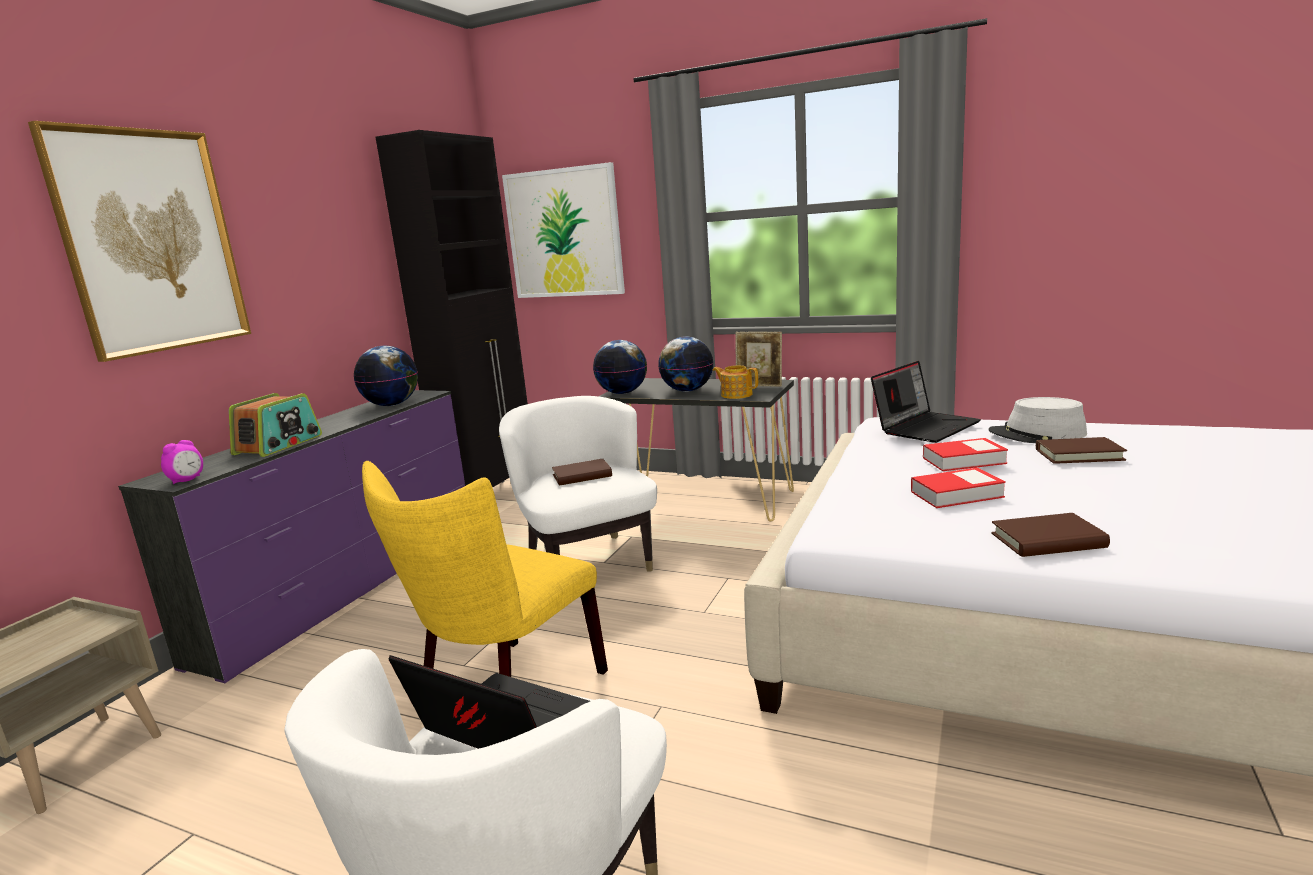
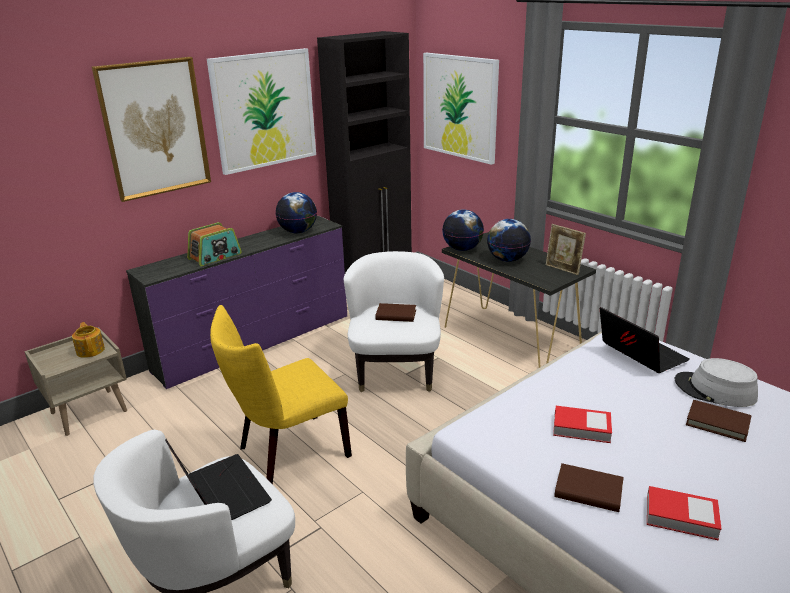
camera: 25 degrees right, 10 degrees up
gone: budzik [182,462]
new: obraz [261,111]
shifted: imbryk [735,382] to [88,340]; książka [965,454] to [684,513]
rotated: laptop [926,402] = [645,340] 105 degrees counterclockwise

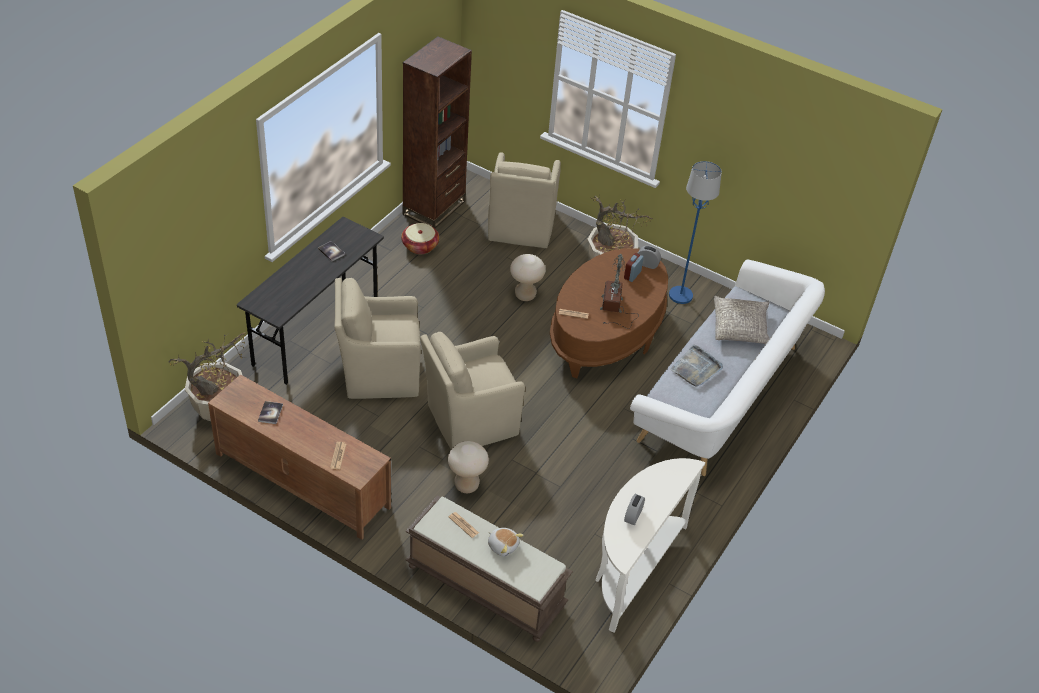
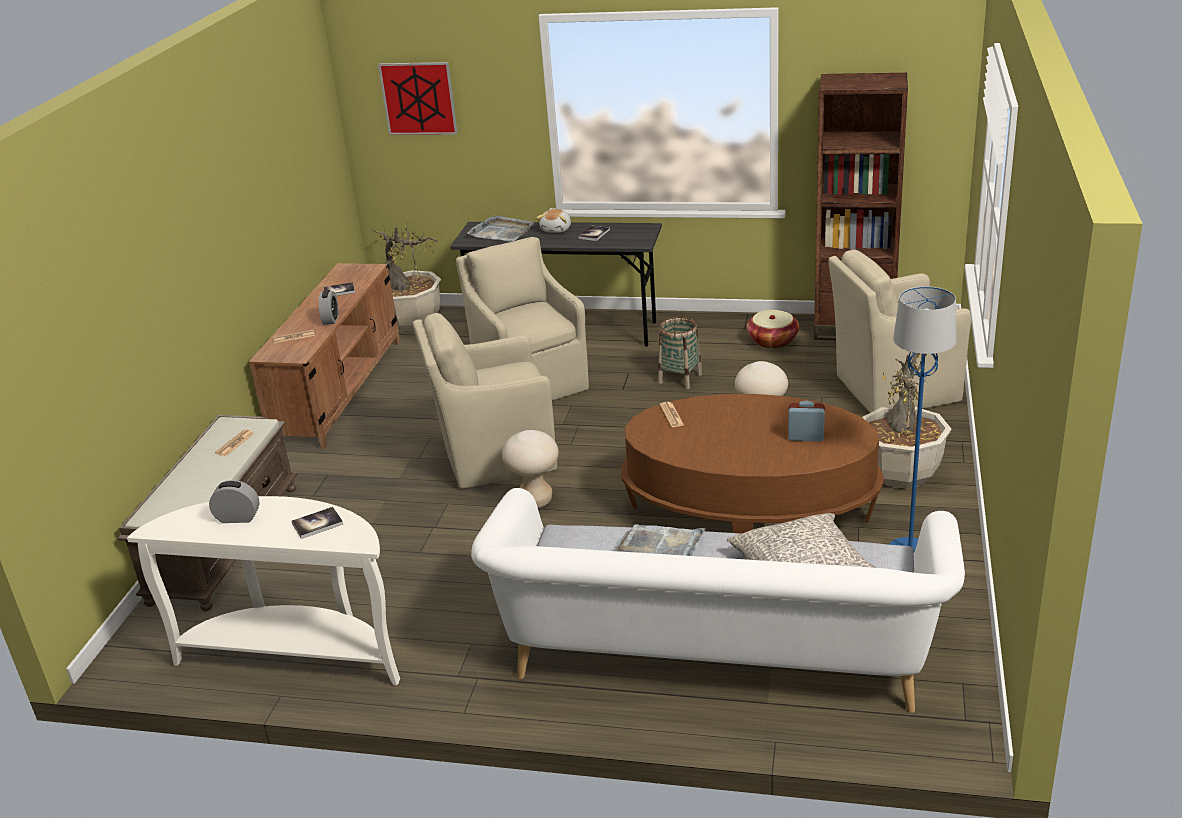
camera: 75 degrees right, 15 degrees down
gone: lampa stołowa [619,291]
new: książka [317,523]; obraz [418,98]; taca/szary [500,228]; koszyk [680,353]
shifted: budzik [649,257] to [329,307]; stołek/beżowy [468,467] to [530,469]; pluszak [506,542] to [553,221]
rotated: fotel/beżowy [472,390] = [485,401] 60 degrees counterclockwise

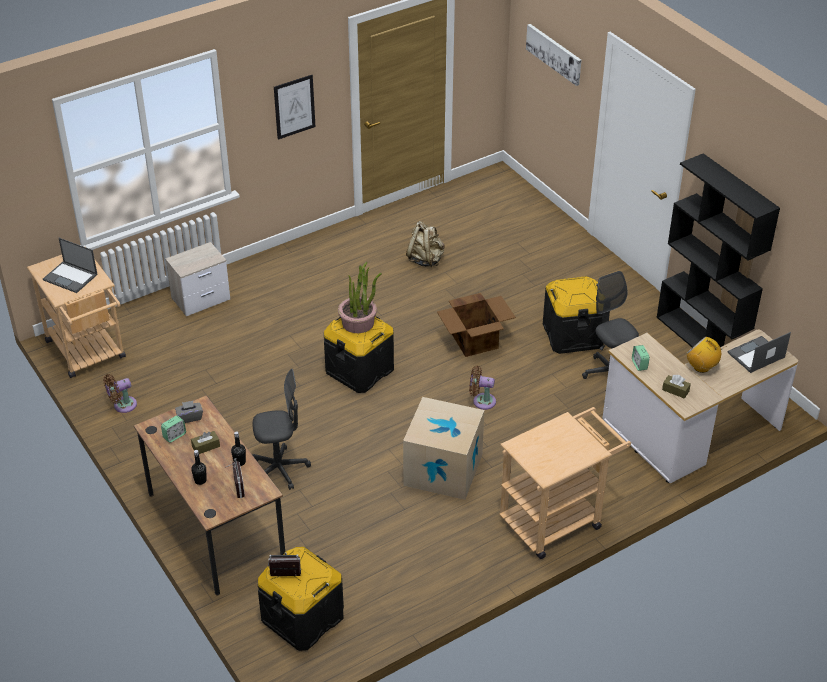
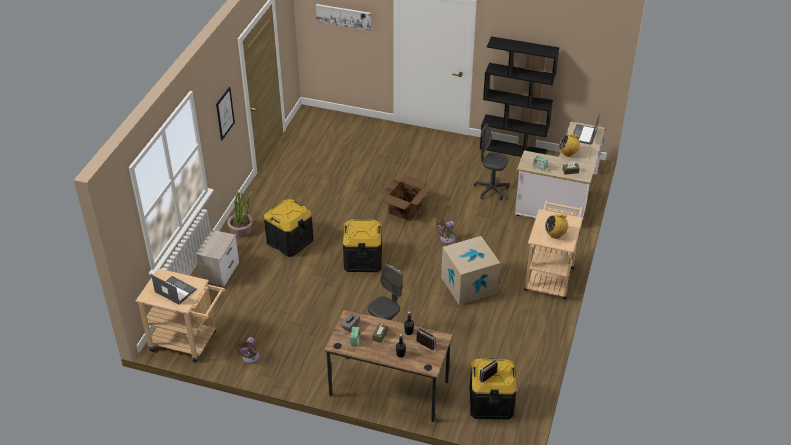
camera: 40 degrees left, 0 degrees up
gone: plecak/beżowy [425,244]
new: radio [556,226]
shifted: roślina doniczkowa [360,297] to [240,213]; pojemnik do przechowywania/czarny [573,315] to [288,228]
rotated: laptop [70,265] = [173,289] 135 degrees counterclockwise

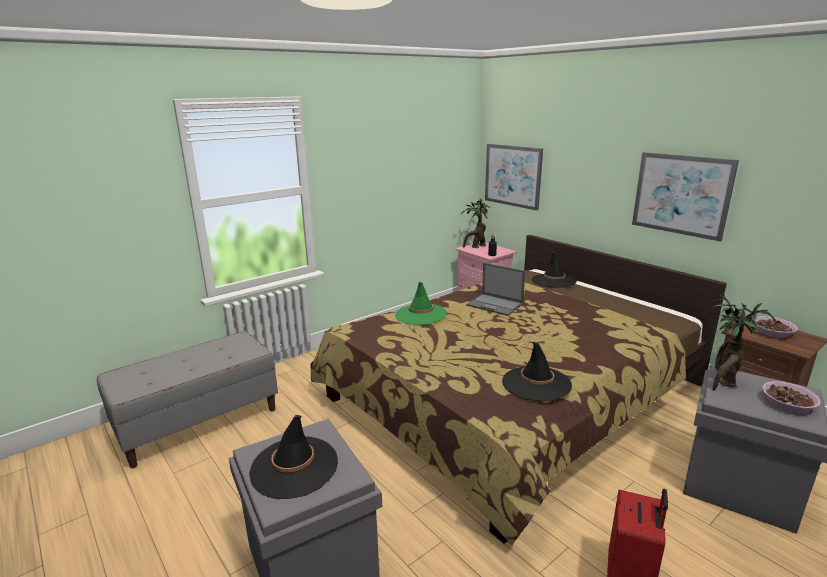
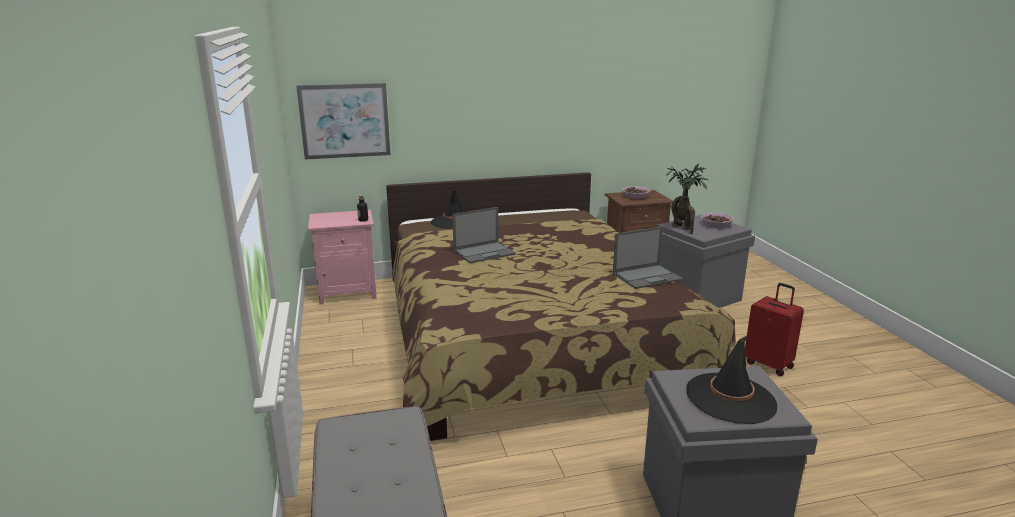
camera: 65 degrees left, 0 degrees up
gone: kapelusz/zielony [421,303]; roślina doniczkowa [475,223]; obraz [685,197]
swapped: kapelusz/czarny [537,371] to laptop [648,258]

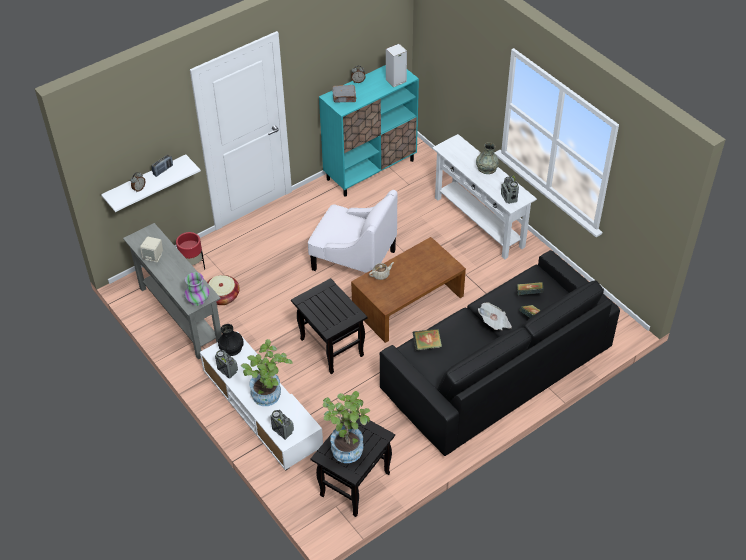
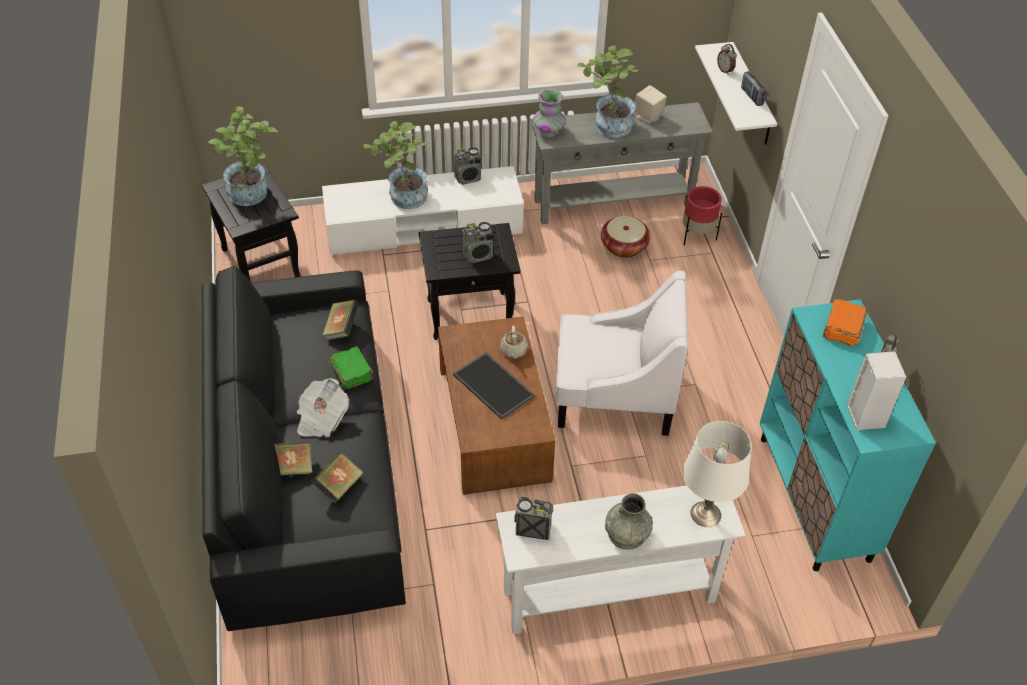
camera: 115 degrees right, 0 degrees up
gone: wazon/czarny [231,340]
new: książka/zielony [351,368]; taca [494,385]; roślina doniczkowa [608,91]; lampa stołowa/biały [717,474]
shifted: radio [282,425] to [478,242]
repainted: książka/szary [344,93] to książka/pomarańczowy [845,322]
rotated: fotel/biały [352,231] = [621,353] 135 degrees counterclockwise

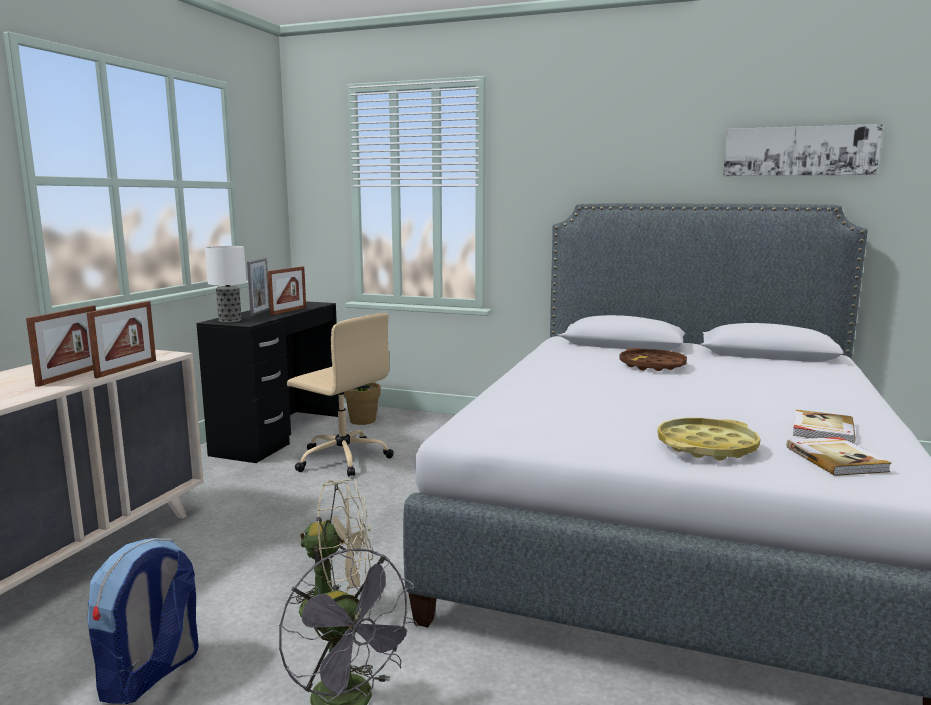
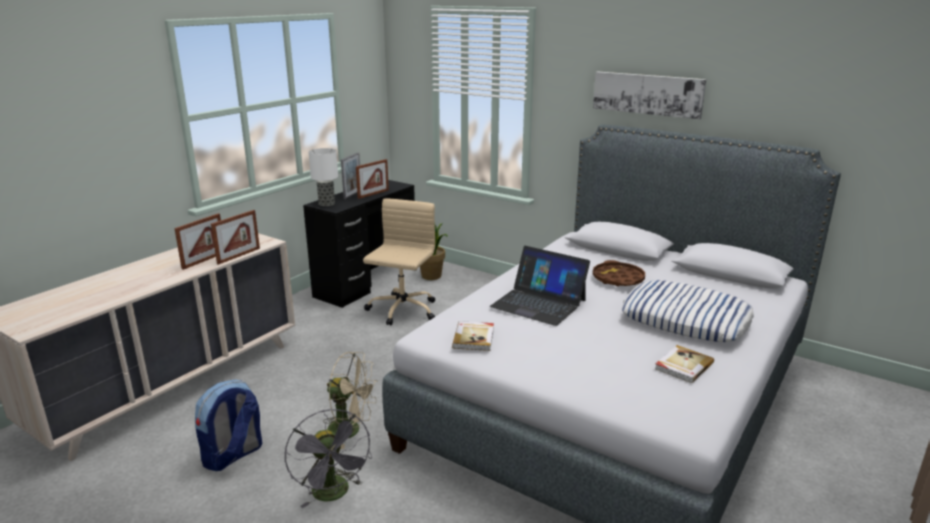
camera: 15 degrees right, 10 degrees up
gone: taca/żółty [709,439]
new: laptop [540,286]; poduszka [687,311]
shifted: książka [839,456] to [473,336]; obraz [803,150] to [650,95]
rotated: krzesło biurowe/beżowy [340,395] = [399,261] 120 degrees counterclockwise

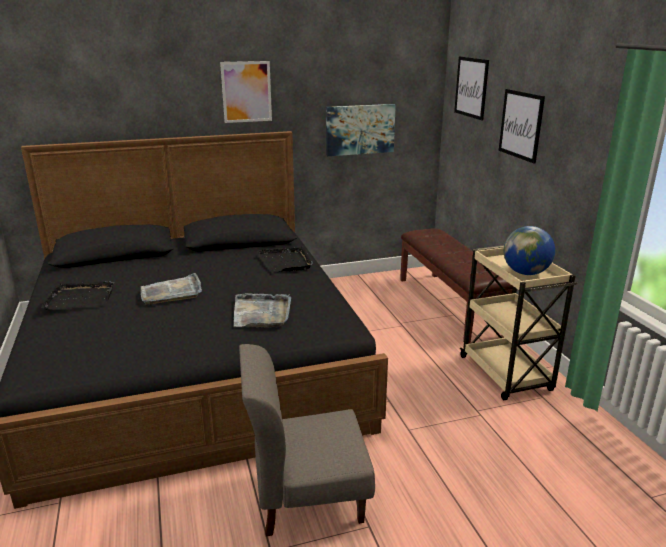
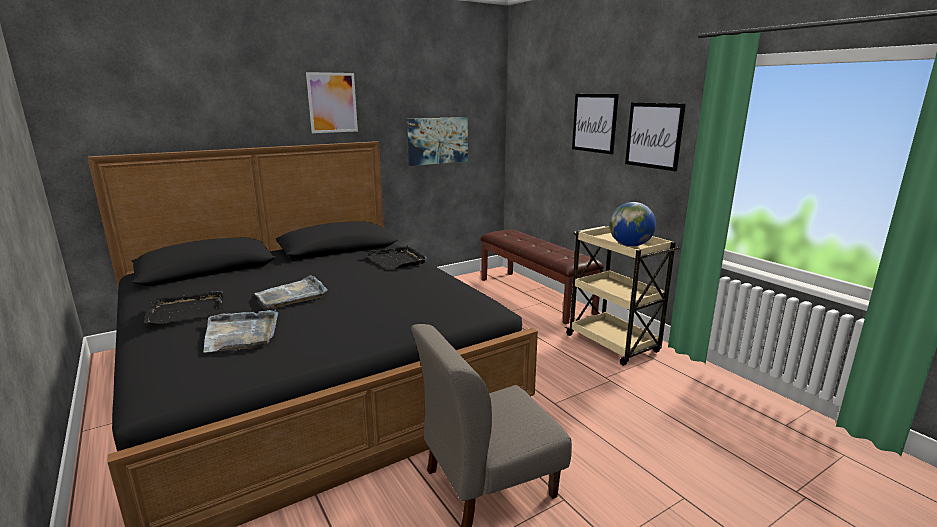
camera: 15 degrees left, 5 degrees down
shifted: taca/szary [262,310] to [240,331]; obraz [471,88] to [655,137]

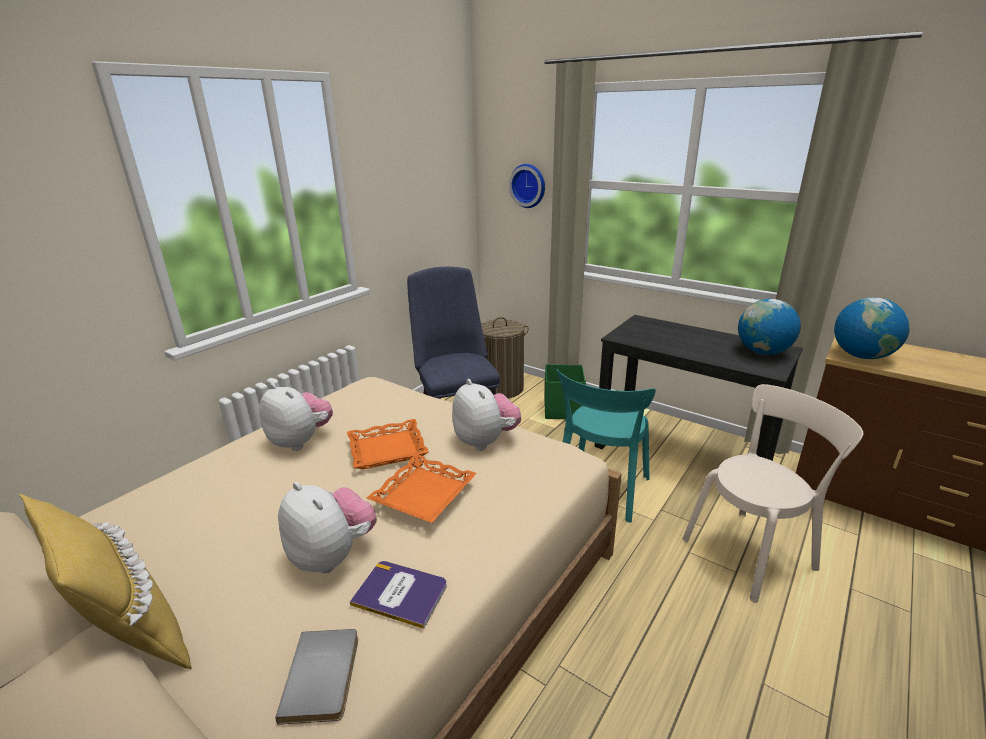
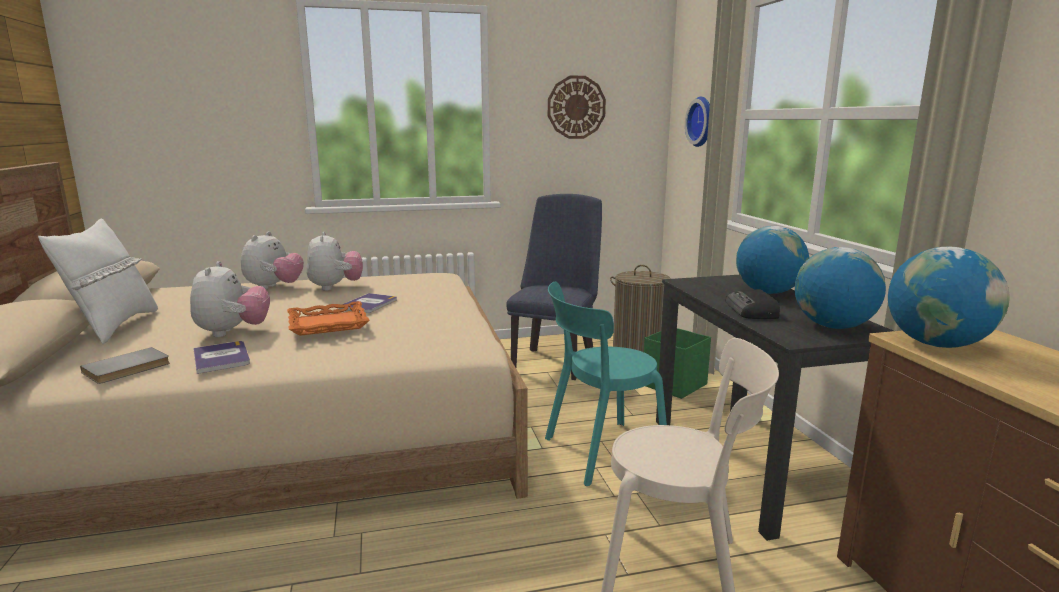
camera: 40 degrees right, 10 degrees down
new: zegar ścienny [577,107]; radio [752,304]; globus [772,260]
shifted: pluszak [486,414] to [272,260]
swapped: taca/pomarańczowy [388,444] to książka [367,303]
repainted: poduszka/żółty [105,581] to poduszka/biały [98,281]

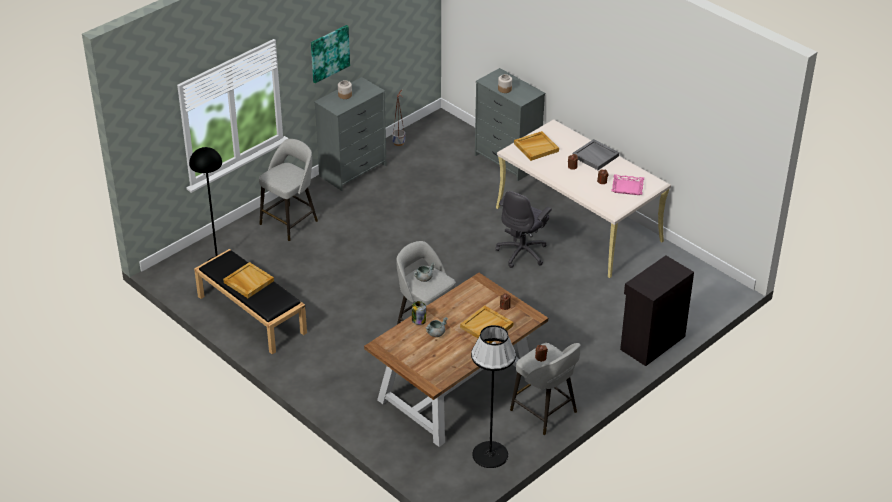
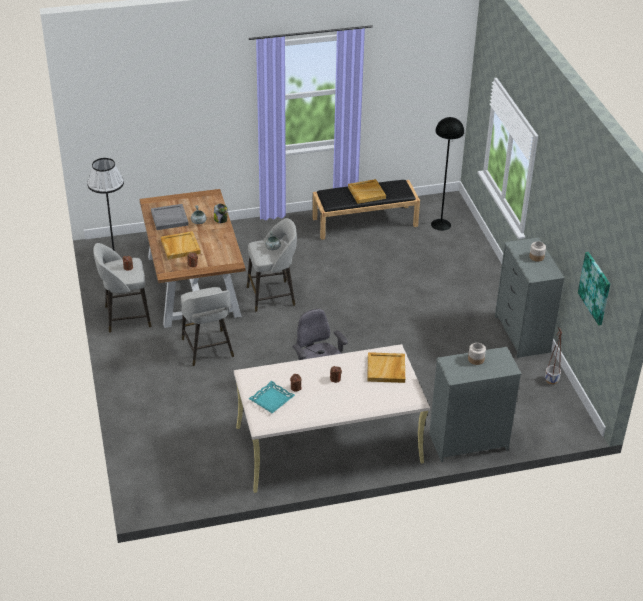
camera: 120 degrees right, 0 degrees up
gone: szafka/czarny [657,310]
shifted: taca/szary [595,154] to [170,217]; stołek/szary [288,190] to [207,326]; obraz [330,54] to [594,288]
repainted: taca/różowy [628,184] to taca/turkusowy [272,397]

